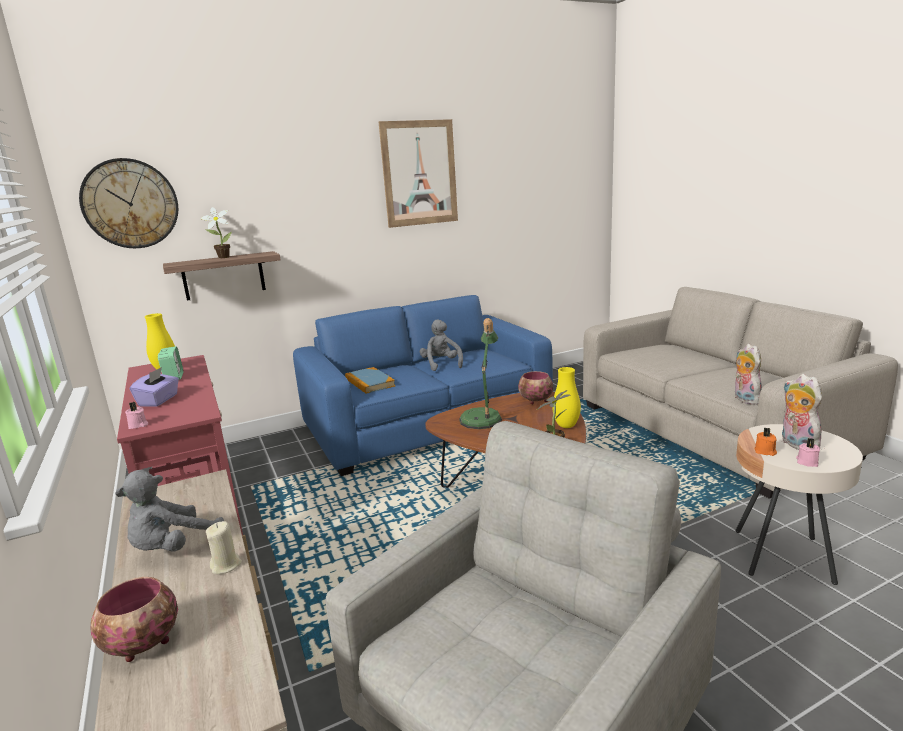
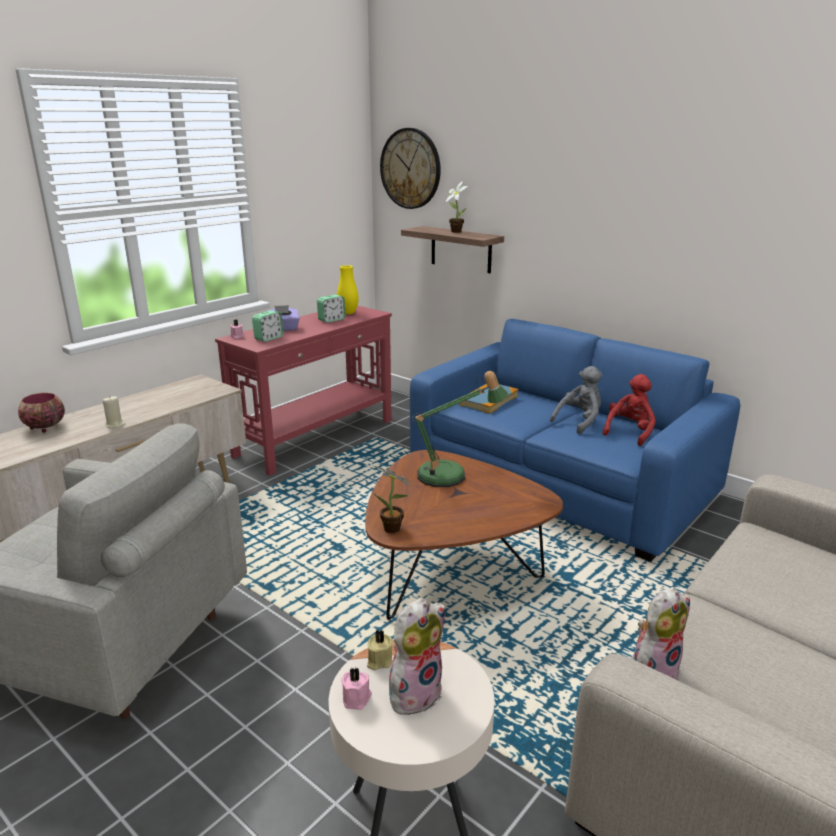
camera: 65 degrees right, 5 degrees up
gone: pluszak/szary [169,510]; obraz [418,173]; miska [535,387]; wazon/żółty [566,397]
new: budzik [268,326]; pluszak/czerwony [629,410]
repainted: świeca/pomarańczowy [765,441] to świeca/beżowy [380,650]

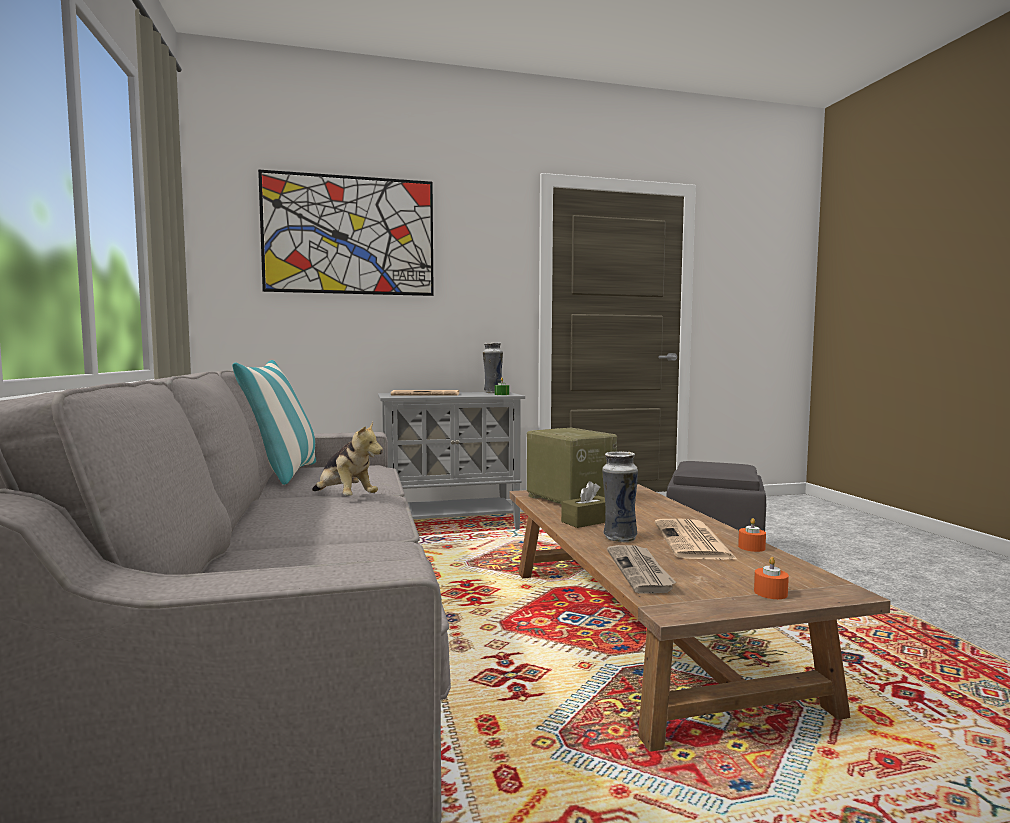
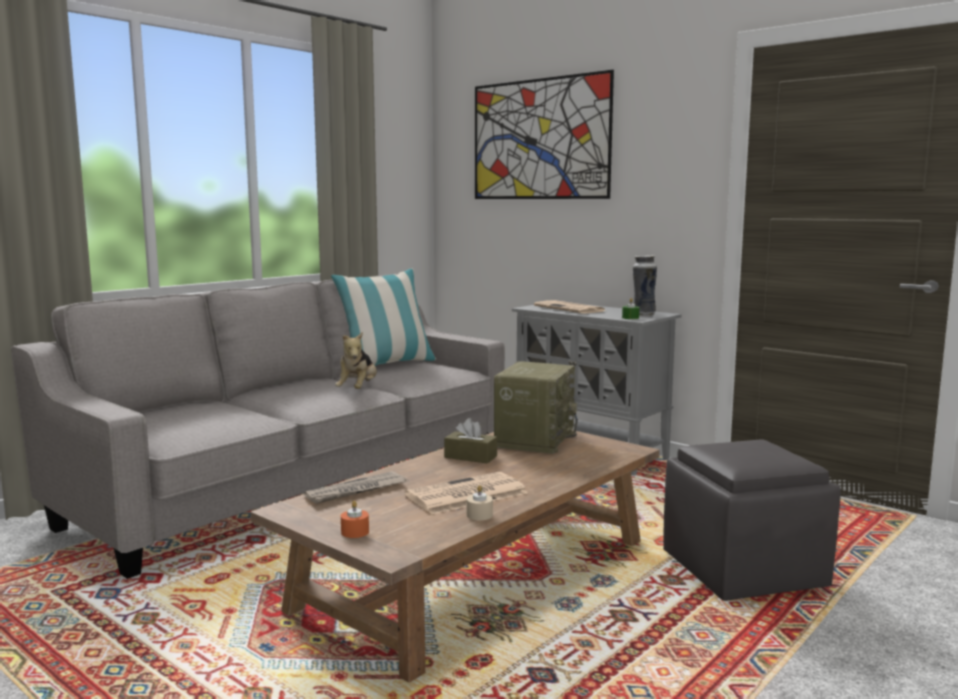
camera: 55 degrees right, 5 degrees up
gone: wazon [620,496]
repainted: świeca/pomarańczowy [752,535] to świeca/beżowy [480,502]

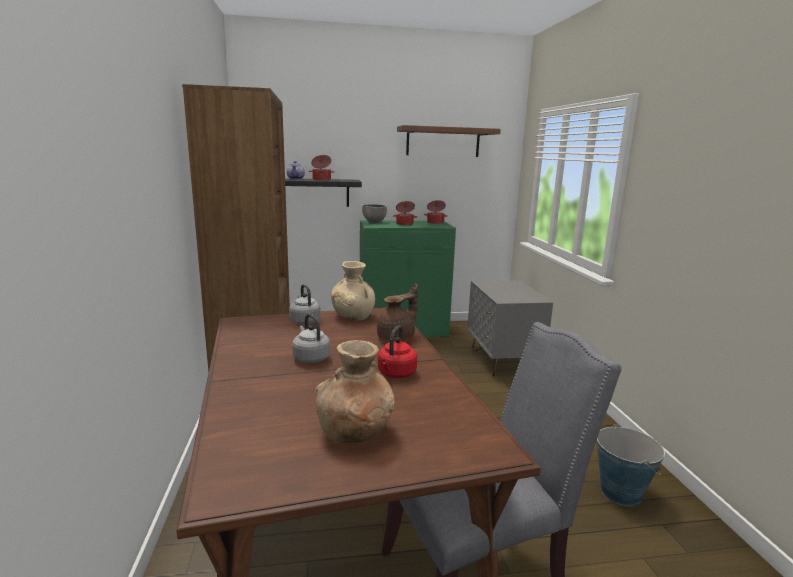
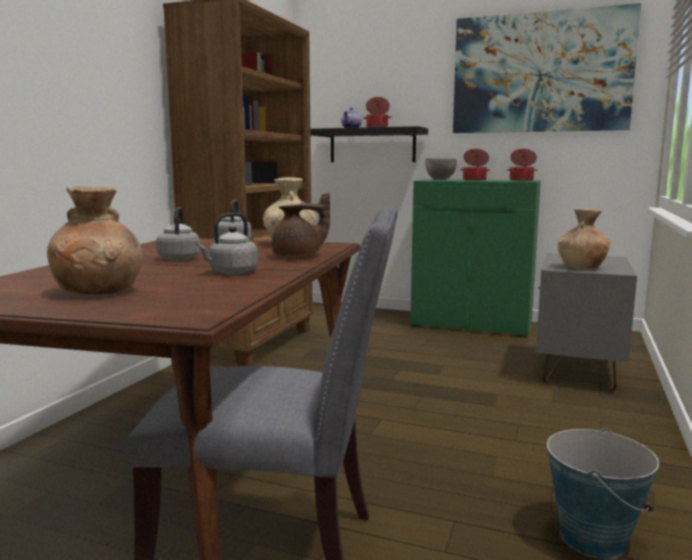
camera: 30 degrees right, 5 degrees down
new: wazon/brązowy [584,238]
swapped: półka/brązowy [449,141] to obraz [547,68]
repainted: czajnik/czerwony [397,351] to czajnik/szary [227,243]

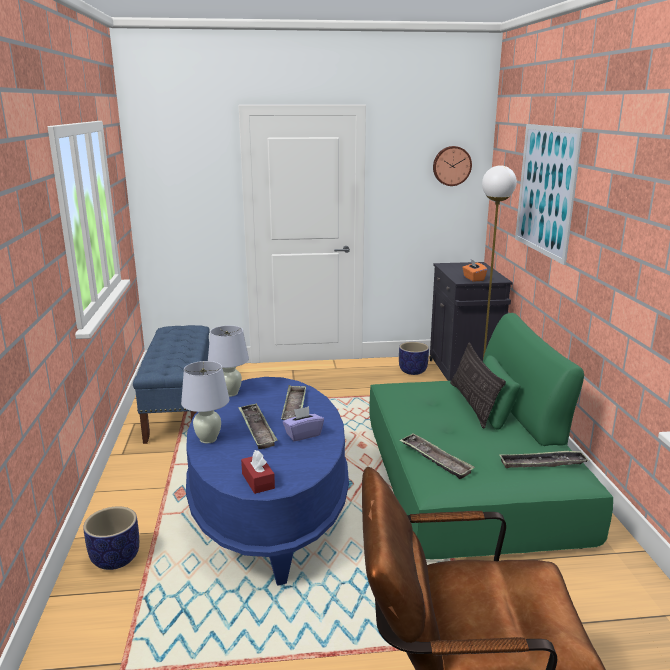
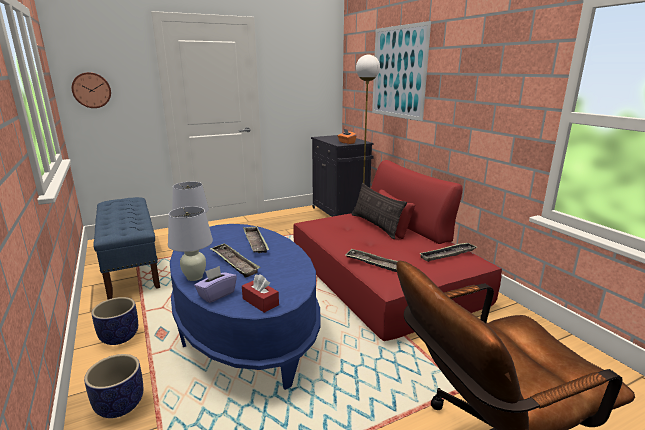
camera: 20 degrees left, 0 degrees up
shifted: zegar ścienny [452,166] to [91,90]; donica [414,358] to [115,321]; pudełko chusteczek/fioletowy [303,423] to [215,284]
repainted: kanapa/zielony [491,436] to kanapa/czerwony [398,250]

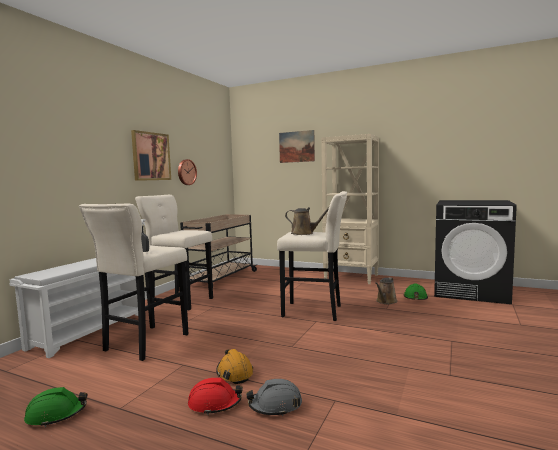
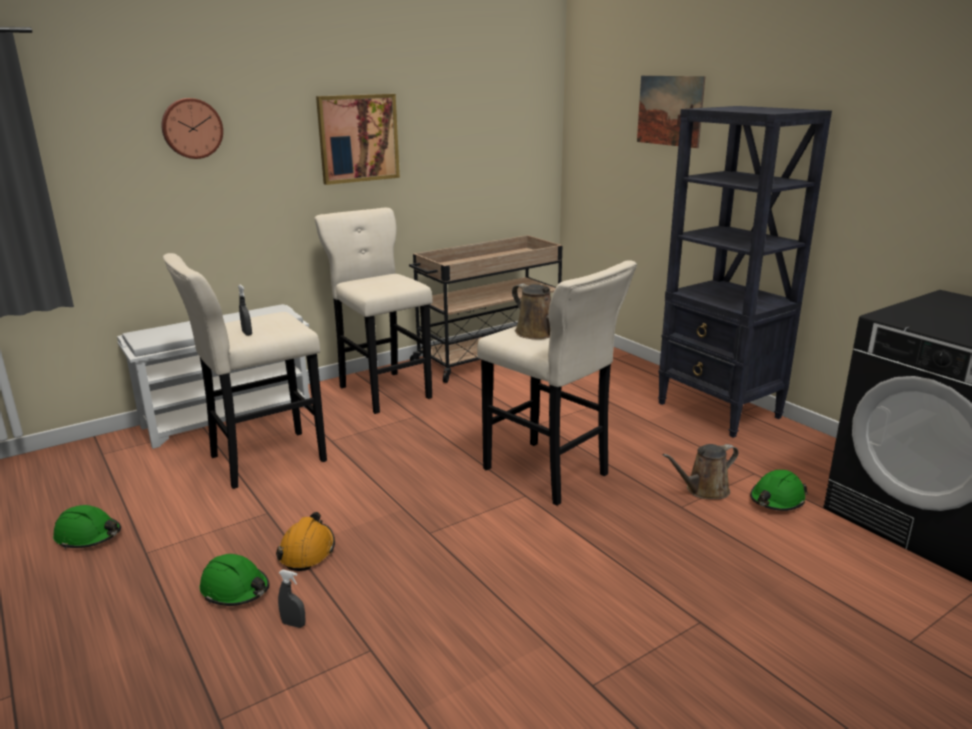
camera: 30 degrees right, 15 degrees up
shifted: zegar ścienny [187,172] to [192,128]
swapped: kask/szary [274,397] to spryskiwacz/szary [291,599]
repainted: kask/czerwony [215,396] to kask/zielony [235,580]; regał/beżowy [350,209] to regał/czarny [745,272]

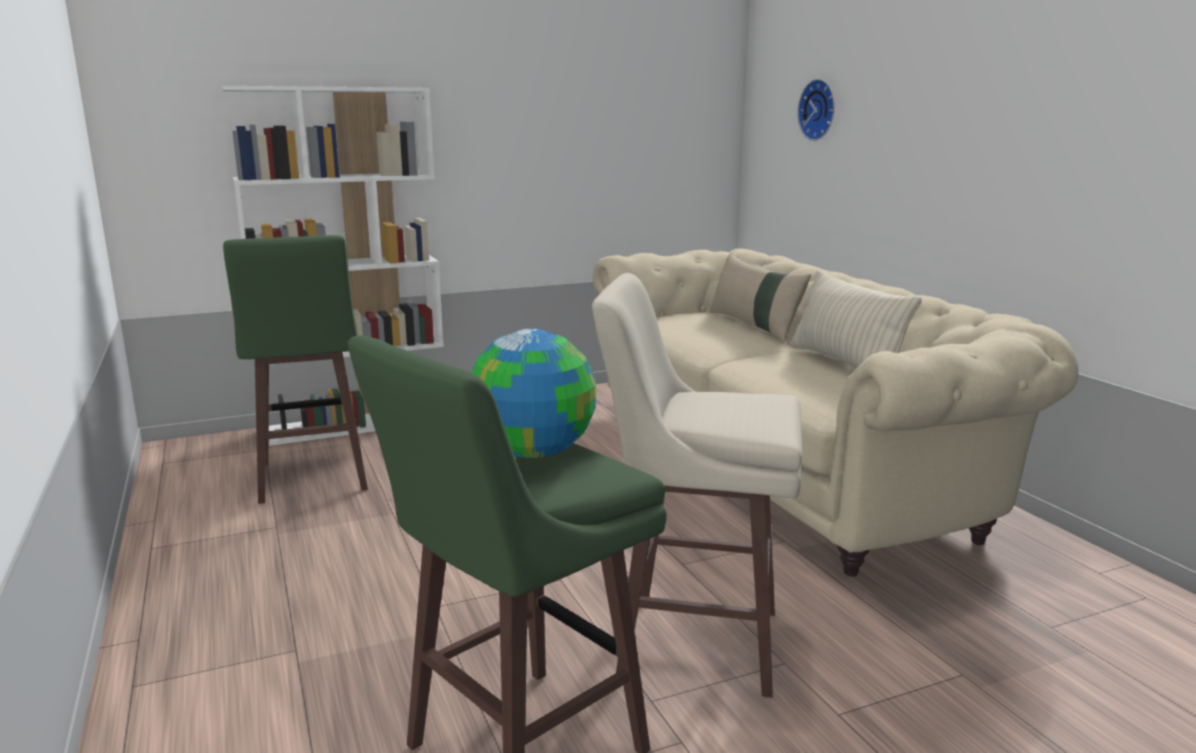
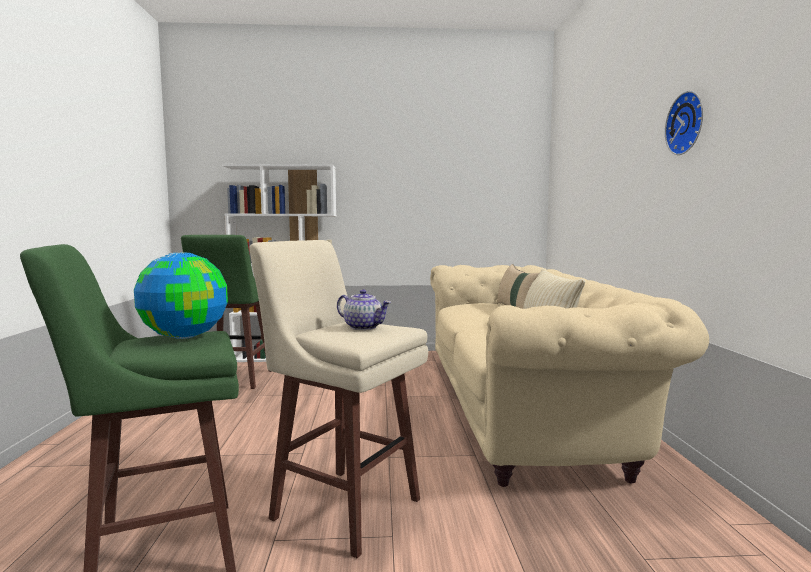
camera: 20 degrees right, 10 degrees down
new: imbryk [364,310]
shifted: zegar ścienny [816,110] to [684,123]

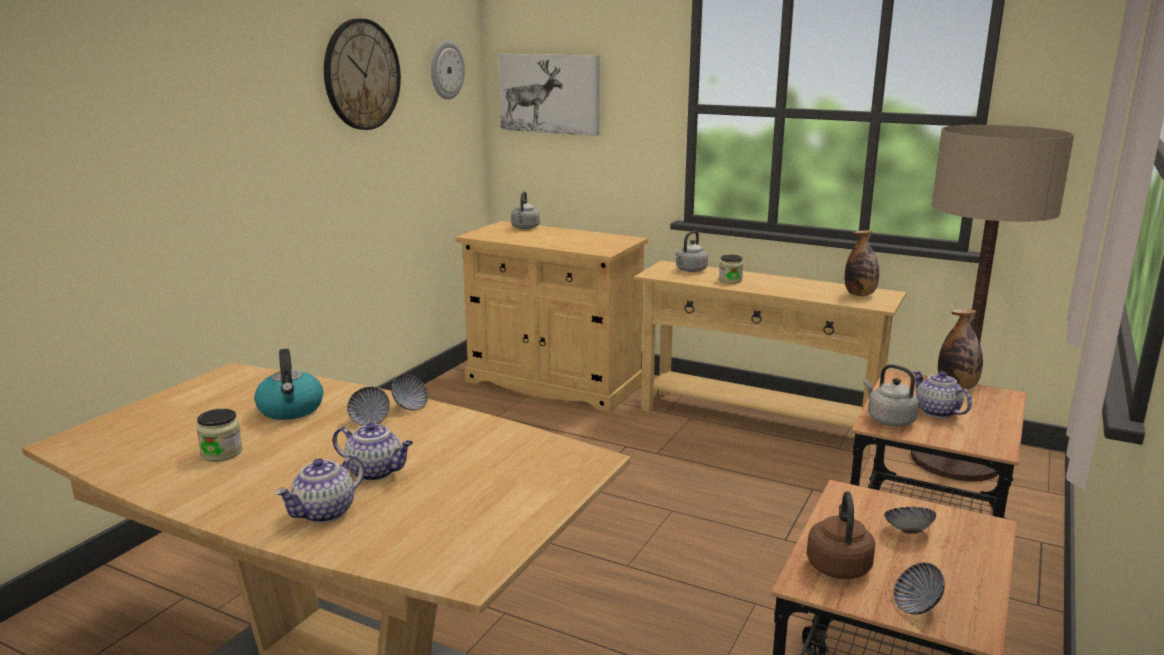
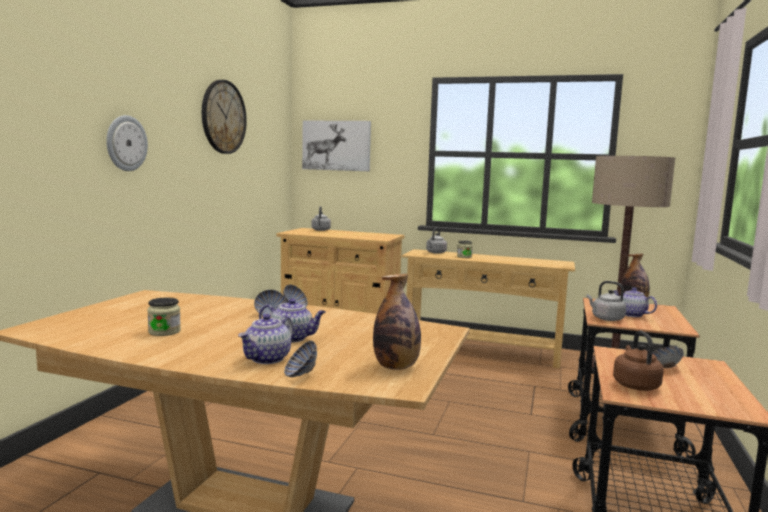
camera: 10 degrees left, 10 degrees down
gone: czajnik [288,384]
shifted: zegar ścienny [448,70] to [127,143]; miska [919,588] to [300,359]; butelka [861,263] to [397,322]

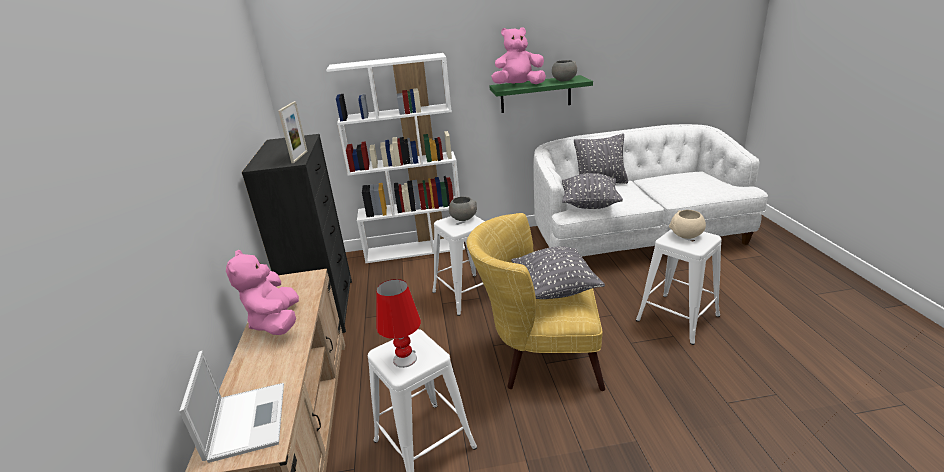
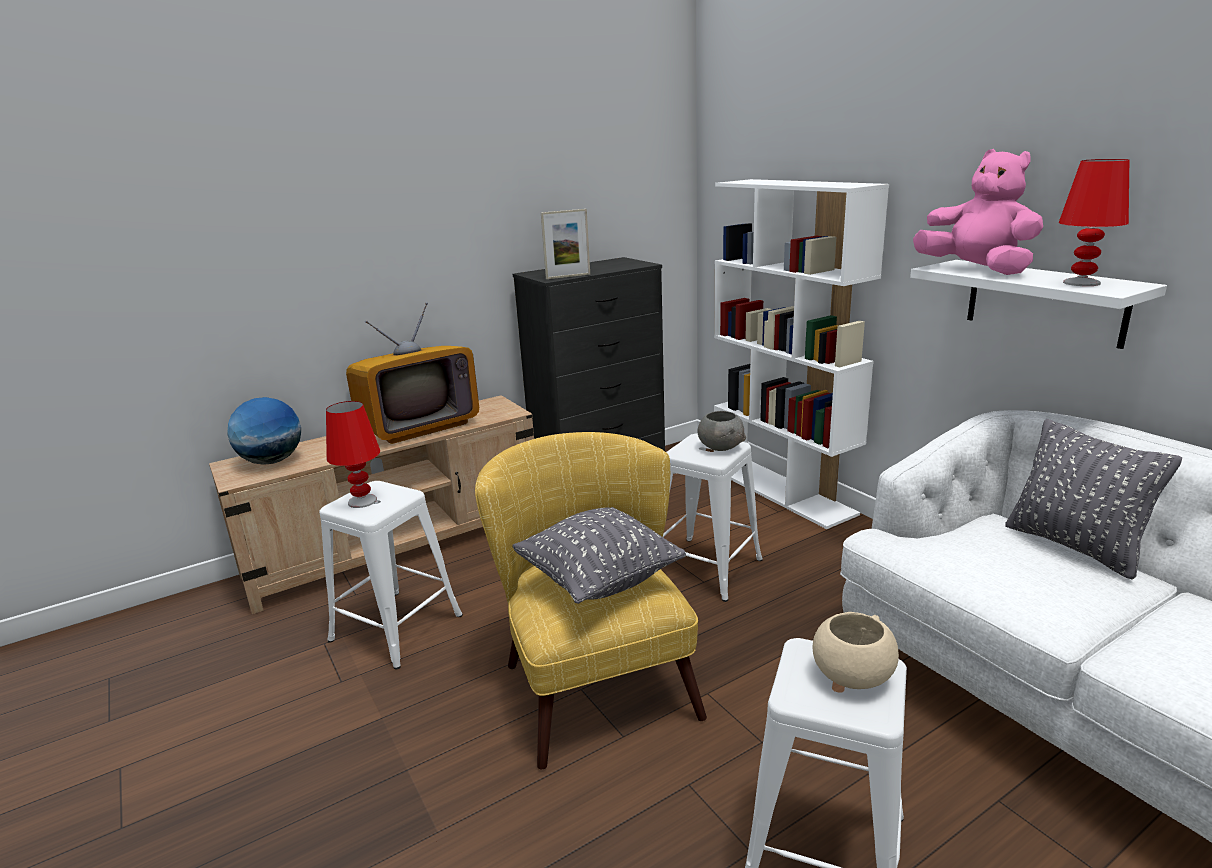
camera: 65 degrees right, 5 degrees down
gone: poduszka/szary [592,191]
swapped: laptop [231,407] to globus [264,431]; pluszak/różowy [262,292] to telewizor [412,373]; miska/szary [564,70] to lampa stołowa/czerwony [1094,222]
repainted: półka/zielony [541,94] to półka/biały [1038,304]

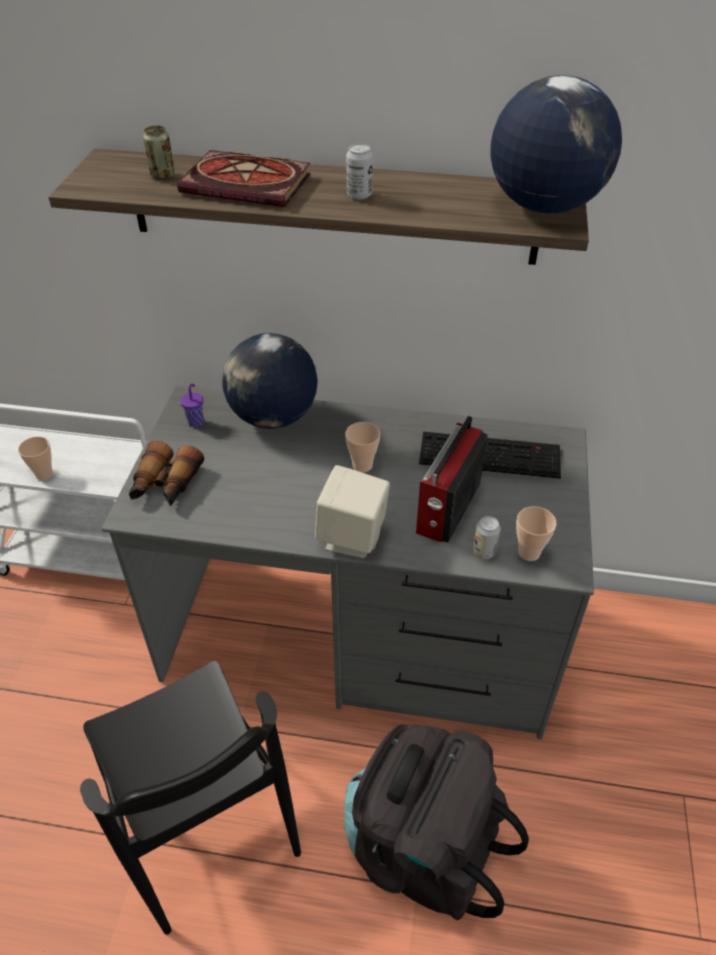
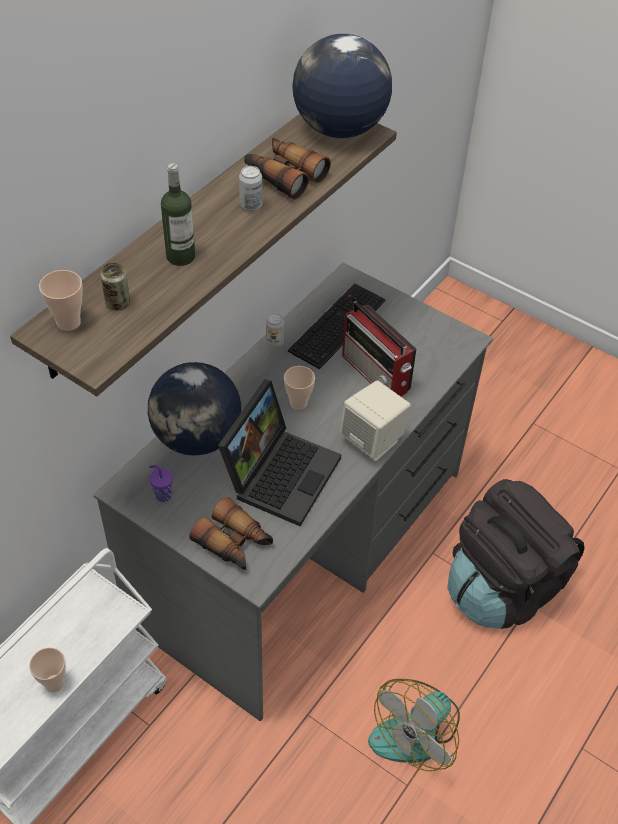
camera: 65 degrees left, 5 degrees up
new: laptop [279,452]; lornetka [287,168]
shifted: filiżanka [536,533] to [61,300]; puszka [487,537] to [275,330]
swapped: książka [244,178] to butelka [178,214]; krzesło/czarny [190,798] to wentylator [414,725]

